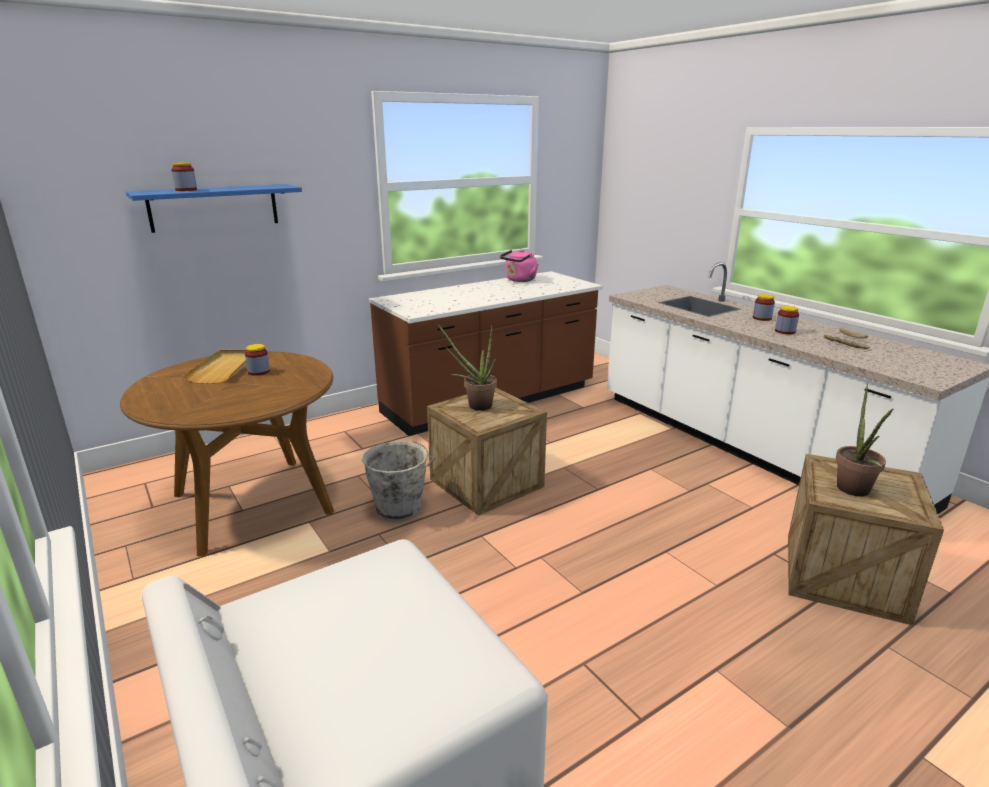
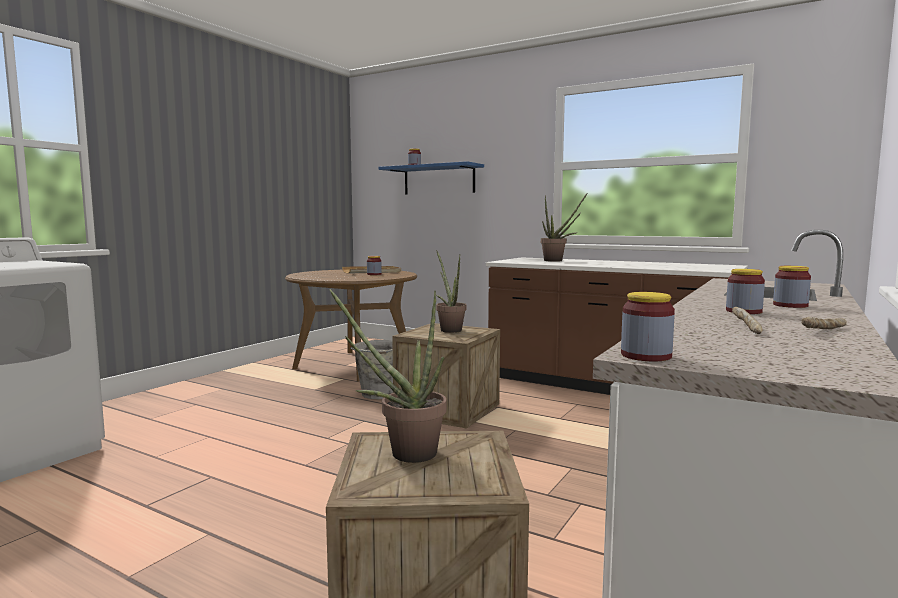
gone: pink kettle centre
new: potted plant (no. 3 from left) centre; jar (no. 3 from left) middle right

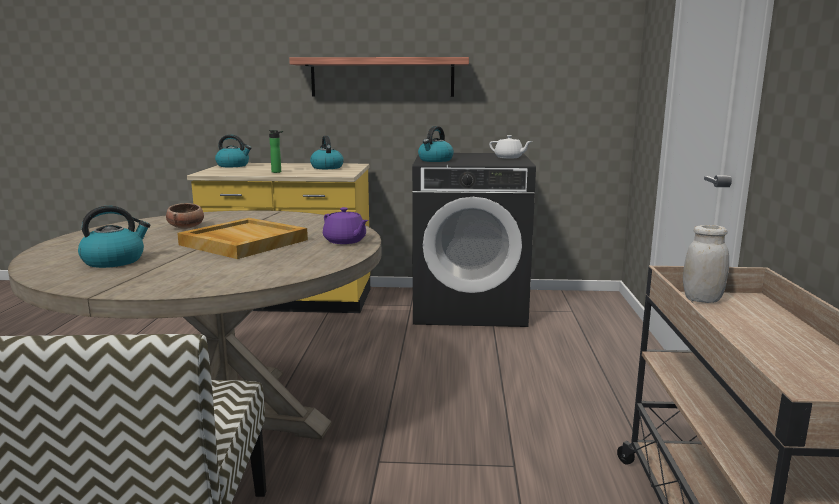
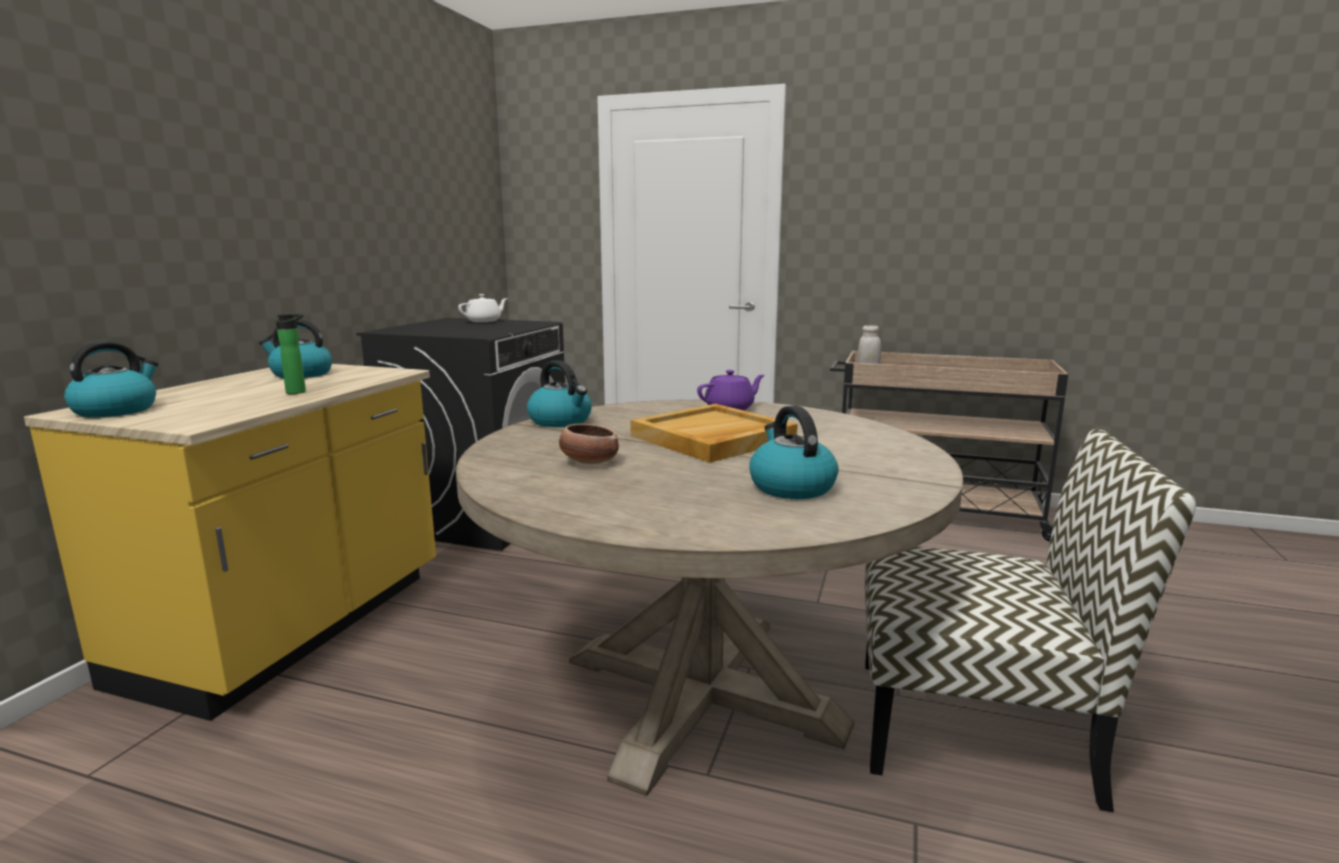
gone: shelf top centre
shifted: kettle (no. 4 from left in the first image) top centre to kettle (no. 3 from left) centre

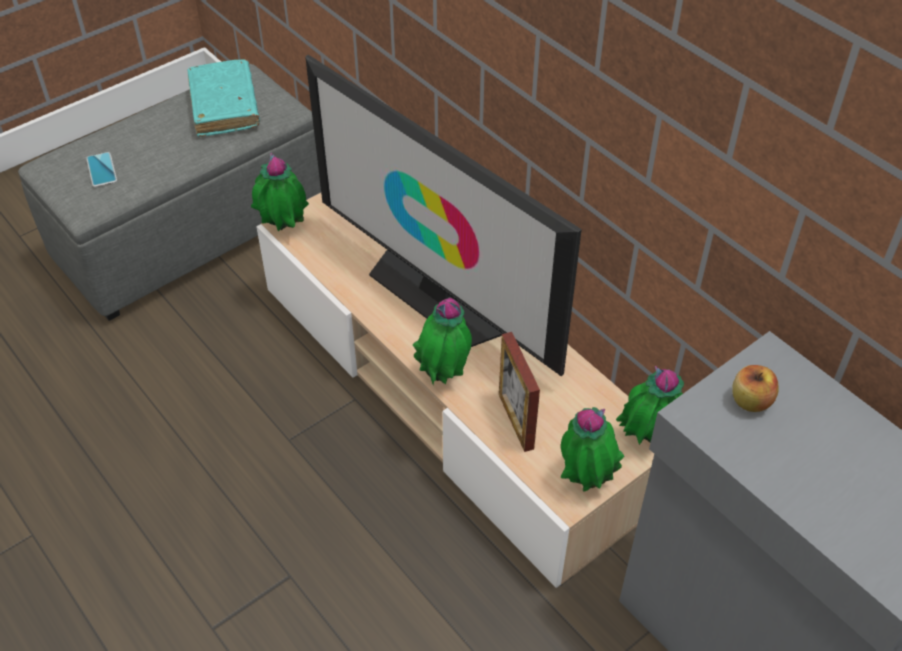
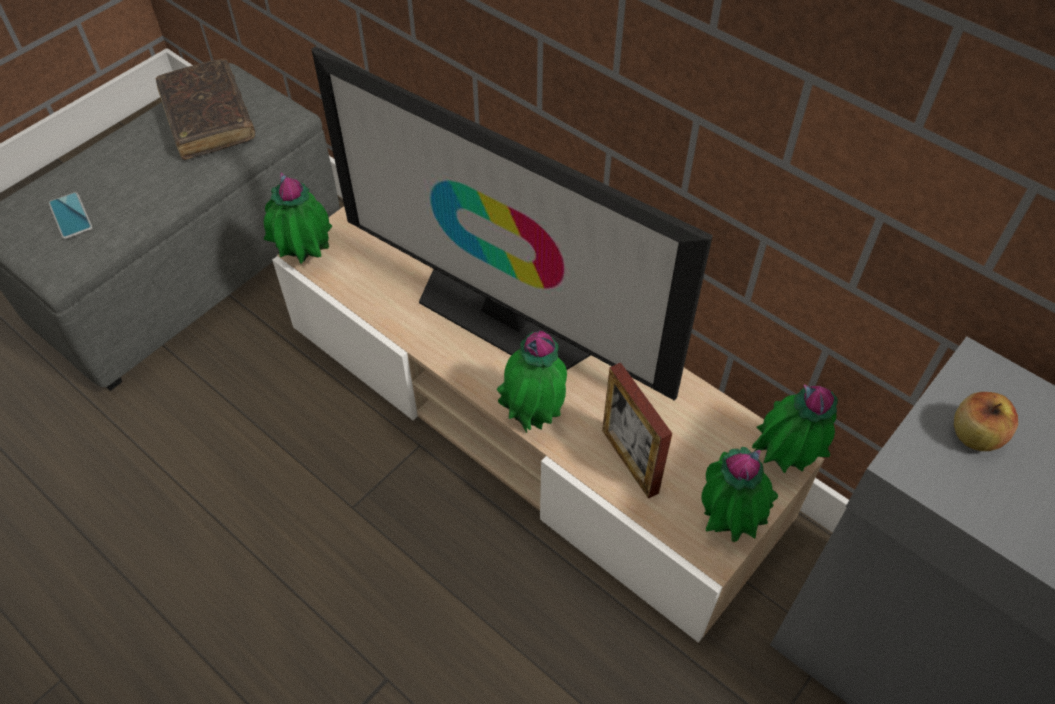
repainted: turquoise book top left to brown book top left

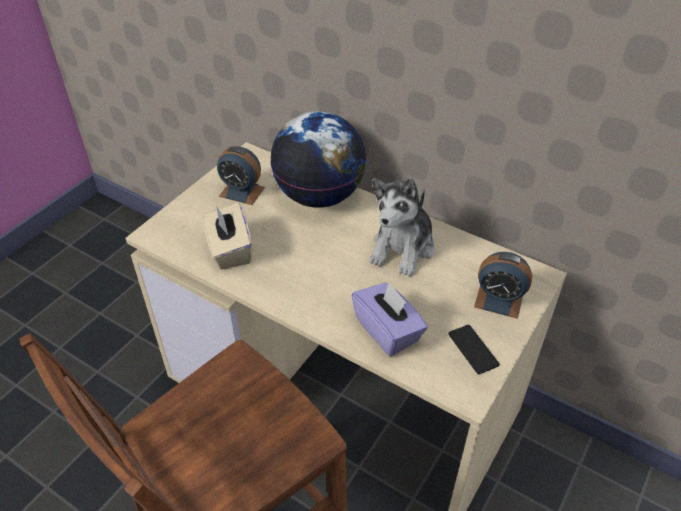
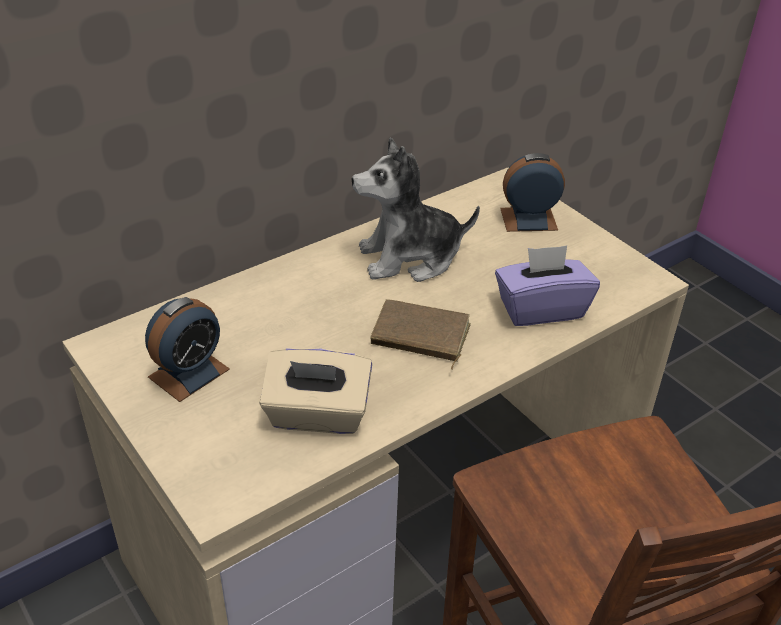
gone: globe top centre; phone bottom right
new: brown book centre
rotated: plush toy centre = centre 120 degrees clockwise; alarm clock (no. 2 from left) middle right = top right 135 degrees counterclockwise

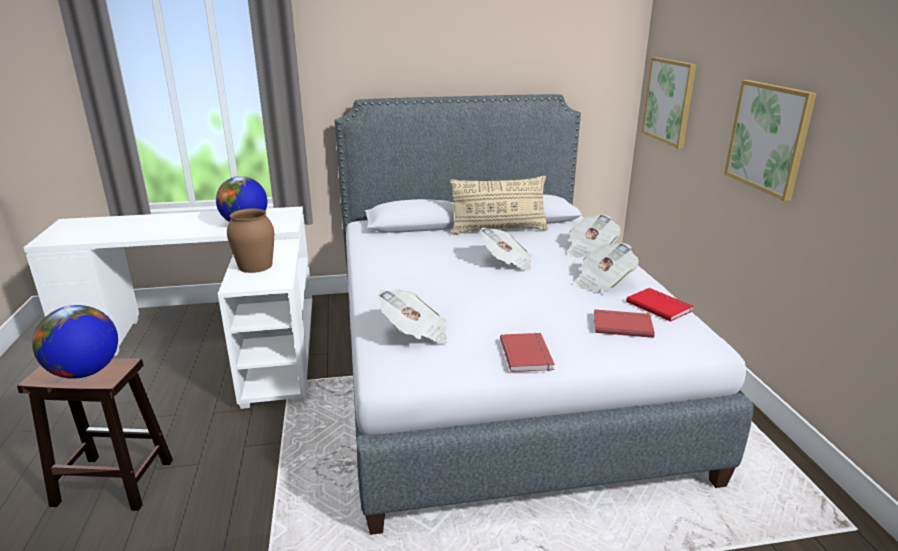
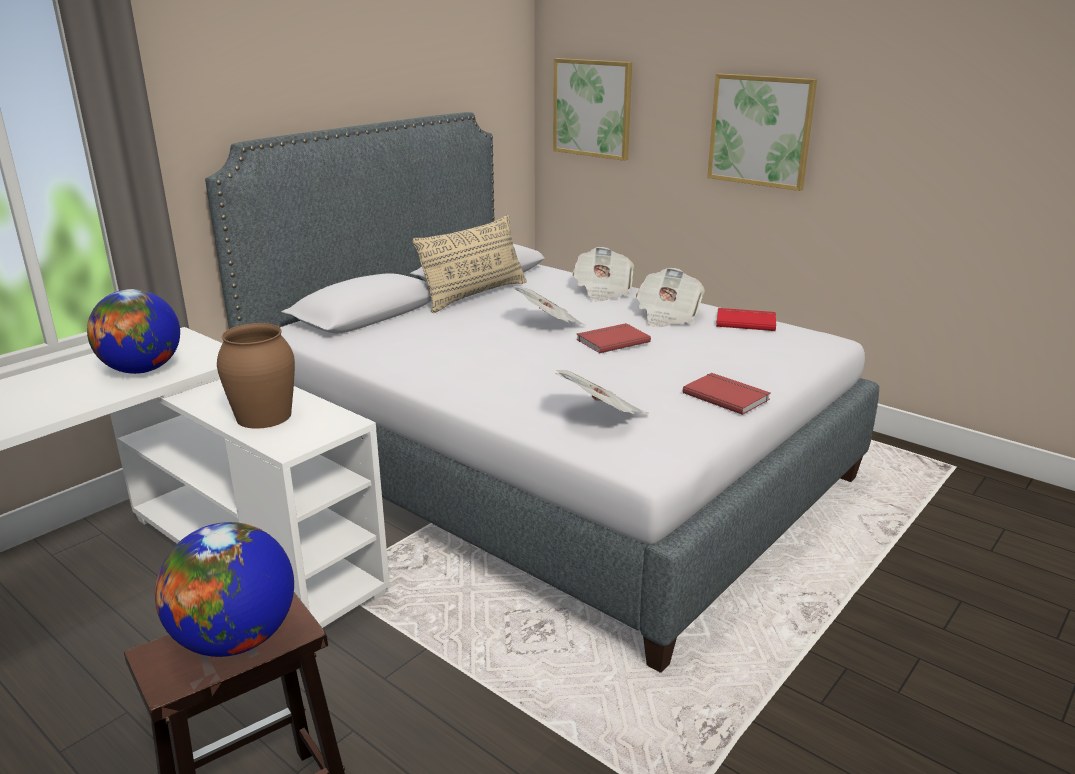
shifted: red book (no. 2 from left in the first image) middle right to red book (no. 1 from left) centre

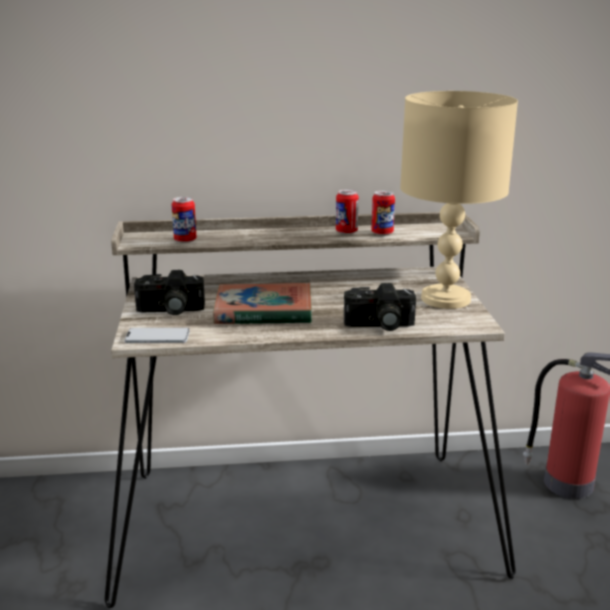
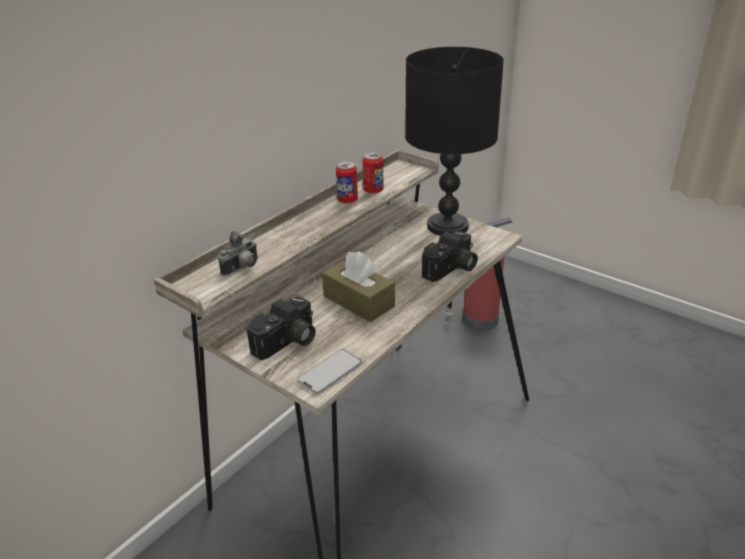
swapped: can (no. 1 from left) middle left to photo camera (no. 1 from left) middle left; book centre to brown tissue box centre
repainted: beige table lamp top right to black table lamp top centre

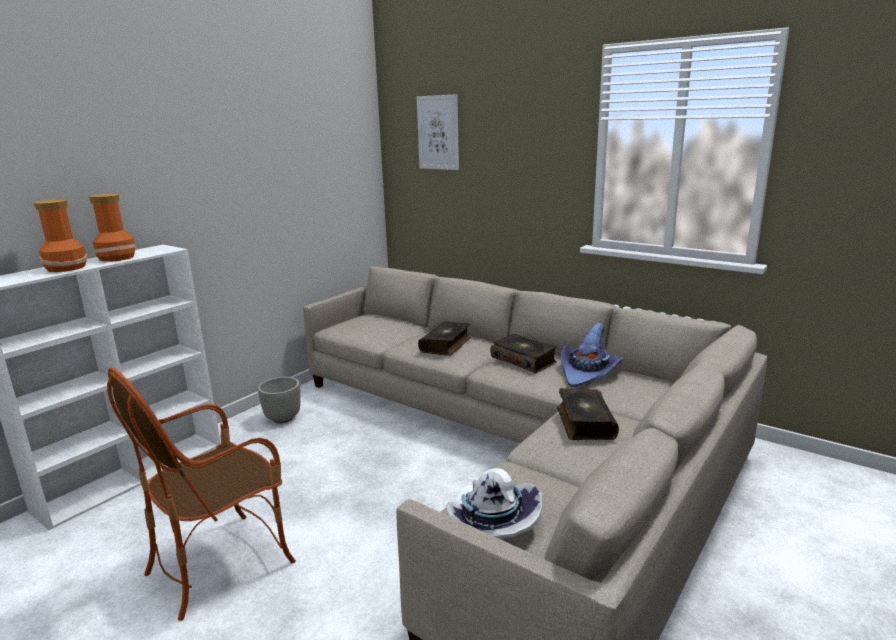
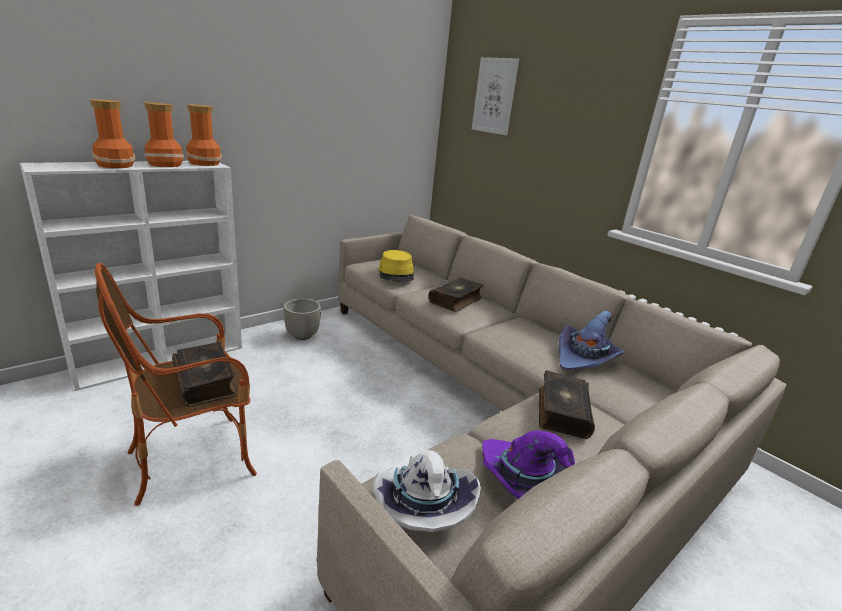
new: vase (no. 3 from left) top left; yellow hat centre; purple hat (no. 1 from left) bottom centre
shifted: book (no. 2 from left in the first image) centre to book (no. 1 from left) middle left

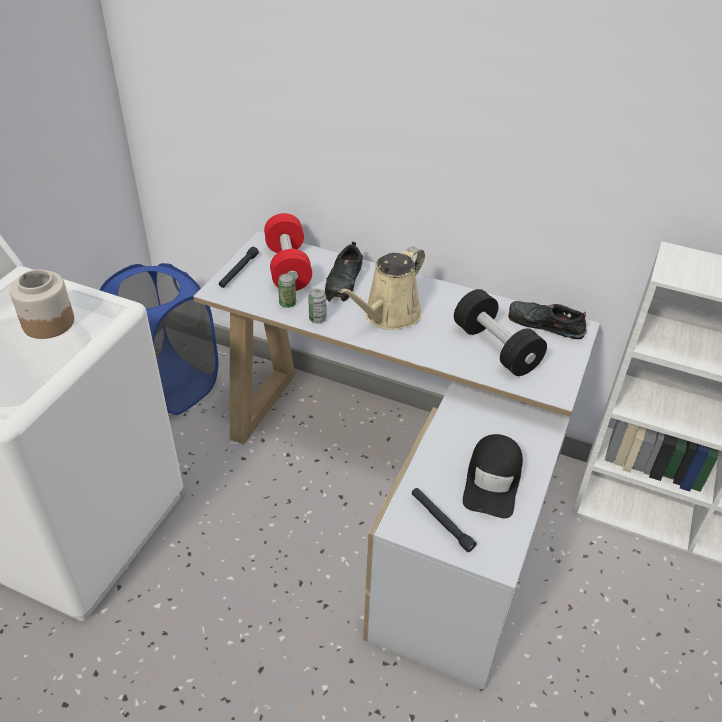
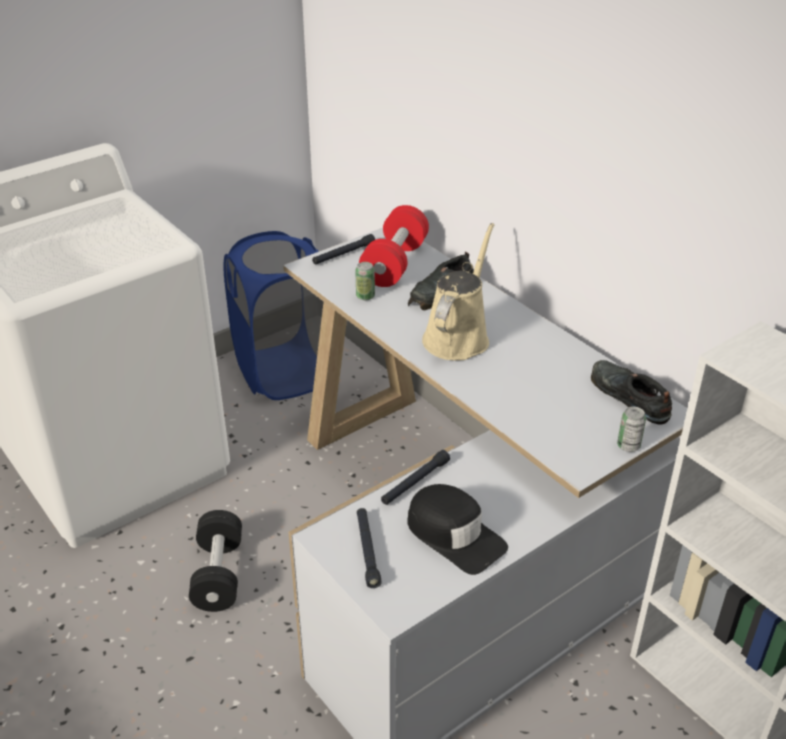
gone: jar middle left
new: black flashlight (no. 3 from left) centre
shifted: black dumbbell middle right to bottom left; can (no. 2 from left) centre to middle right
rotated: black cap middle right = bottom centre 90 degrees counterclockwise; beige watering can centre = centre 135 degrees clockwise

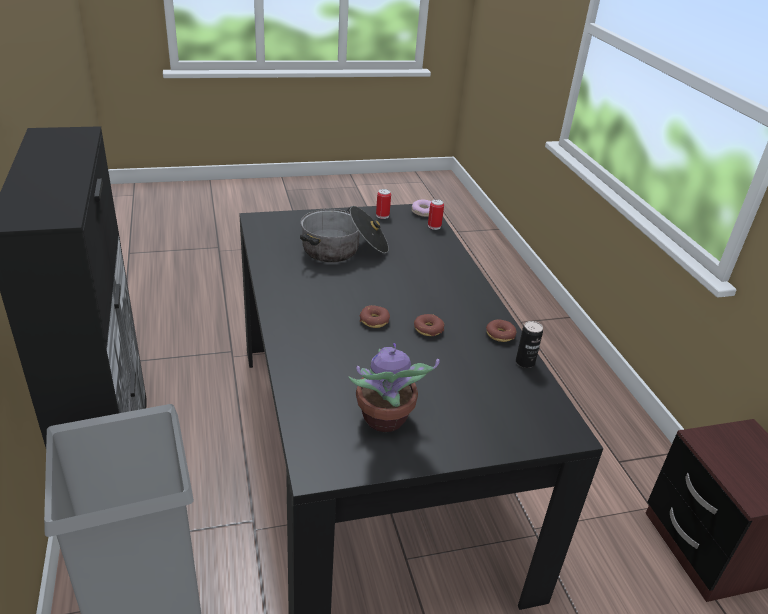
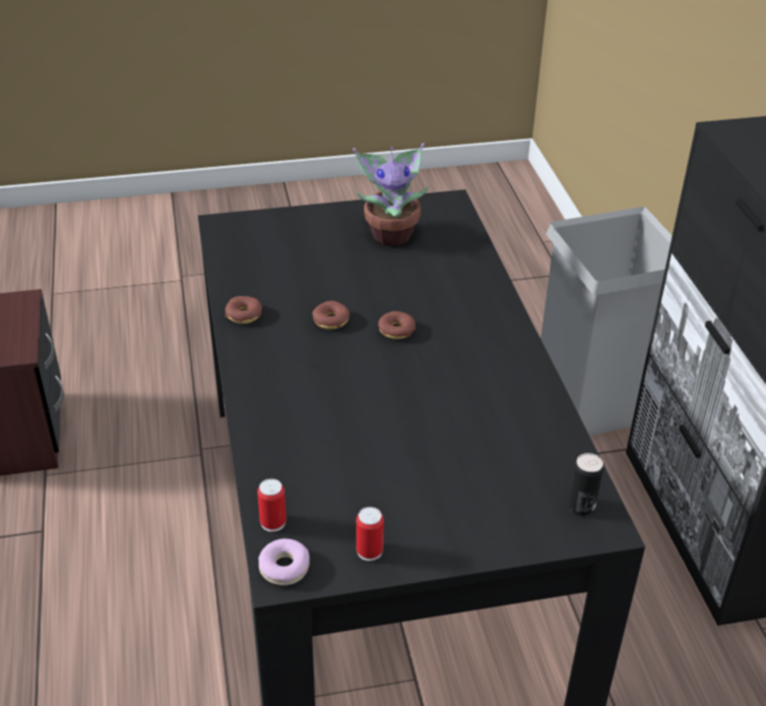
gone: cooking pot centre
shifted: can (no. 3 from left) middle right to bottom right

